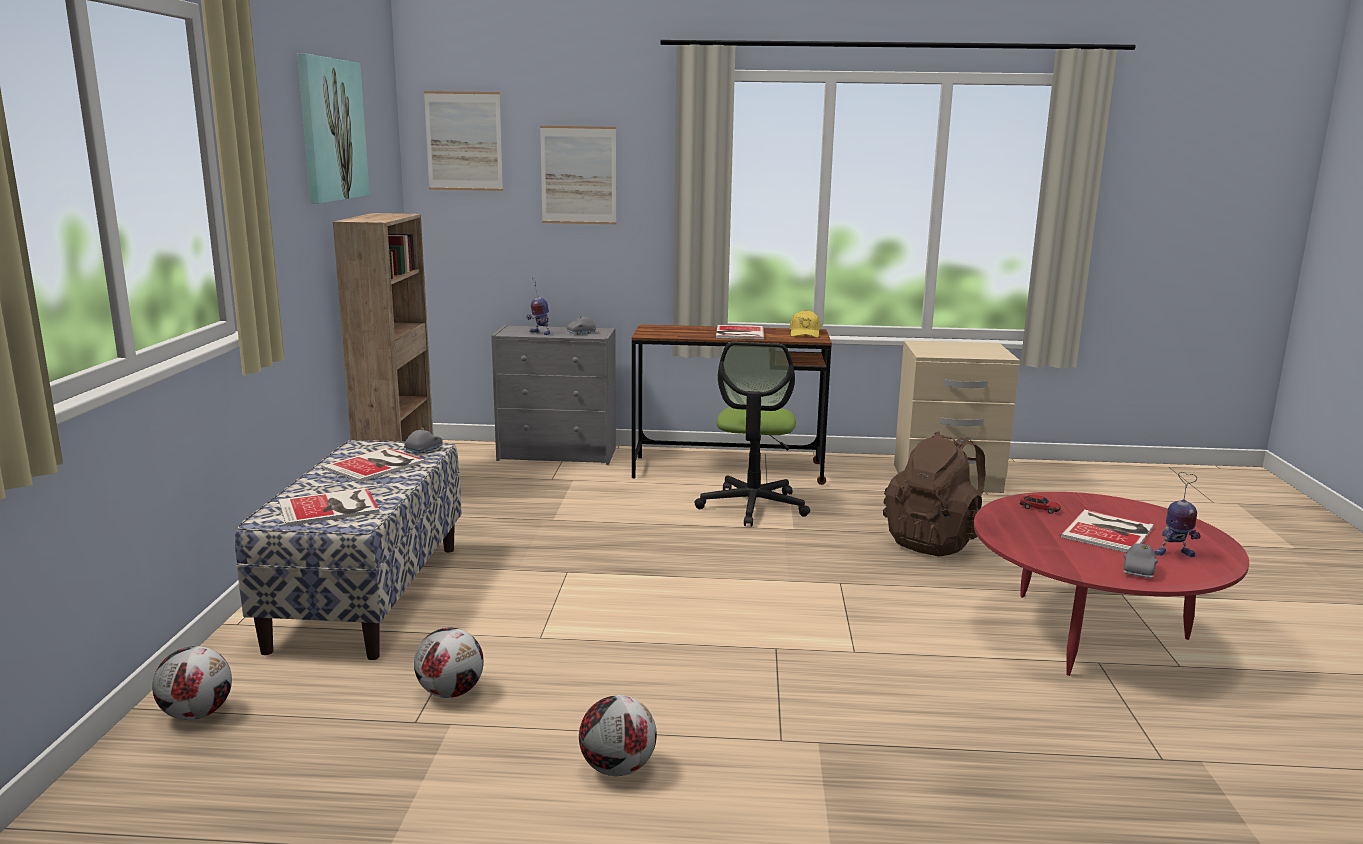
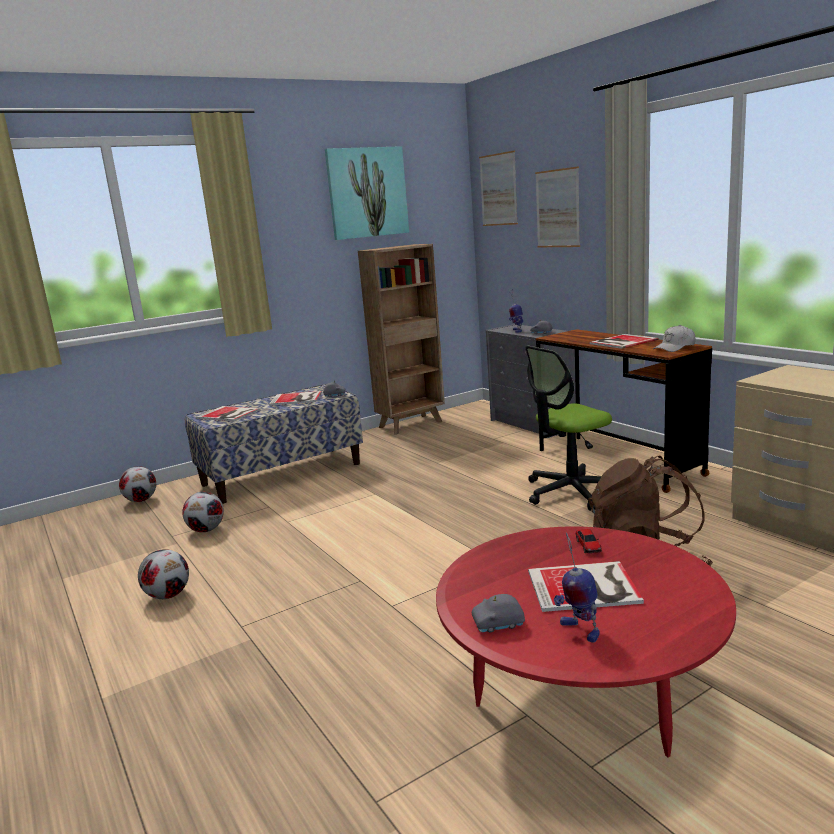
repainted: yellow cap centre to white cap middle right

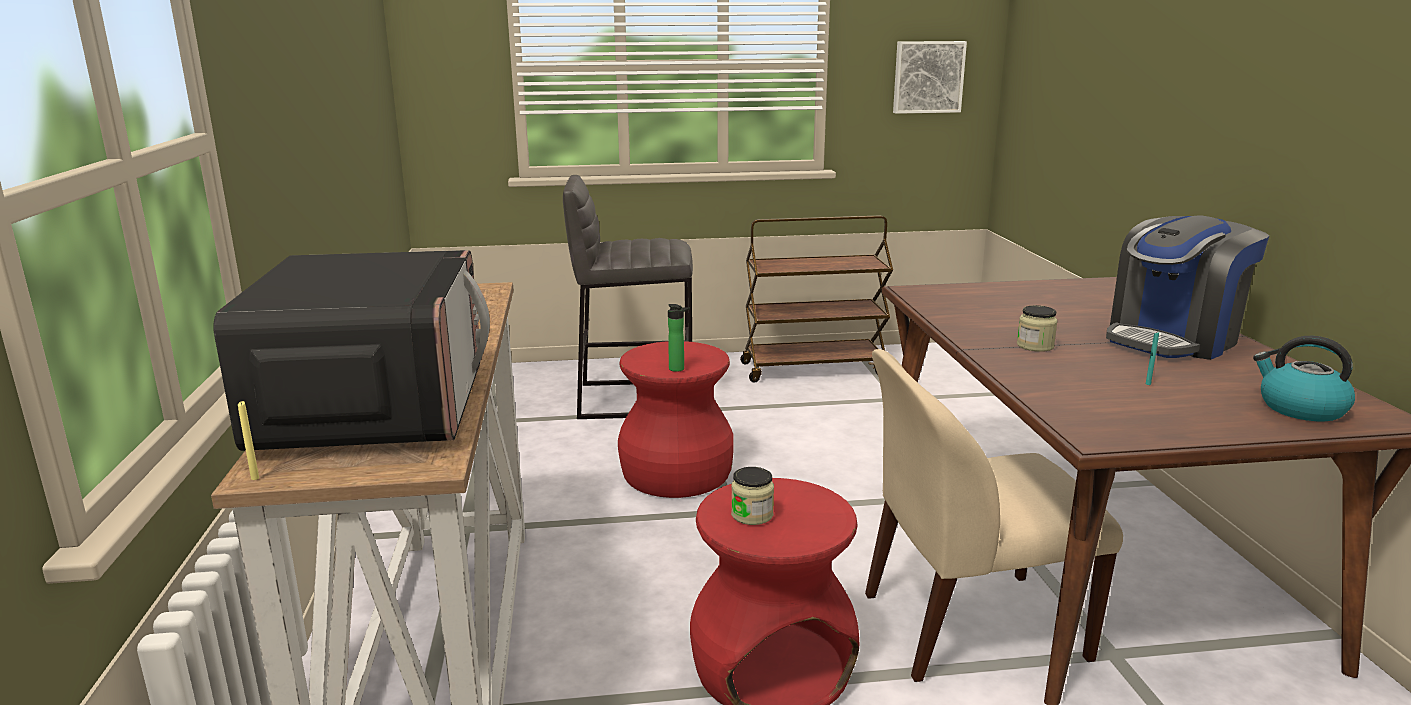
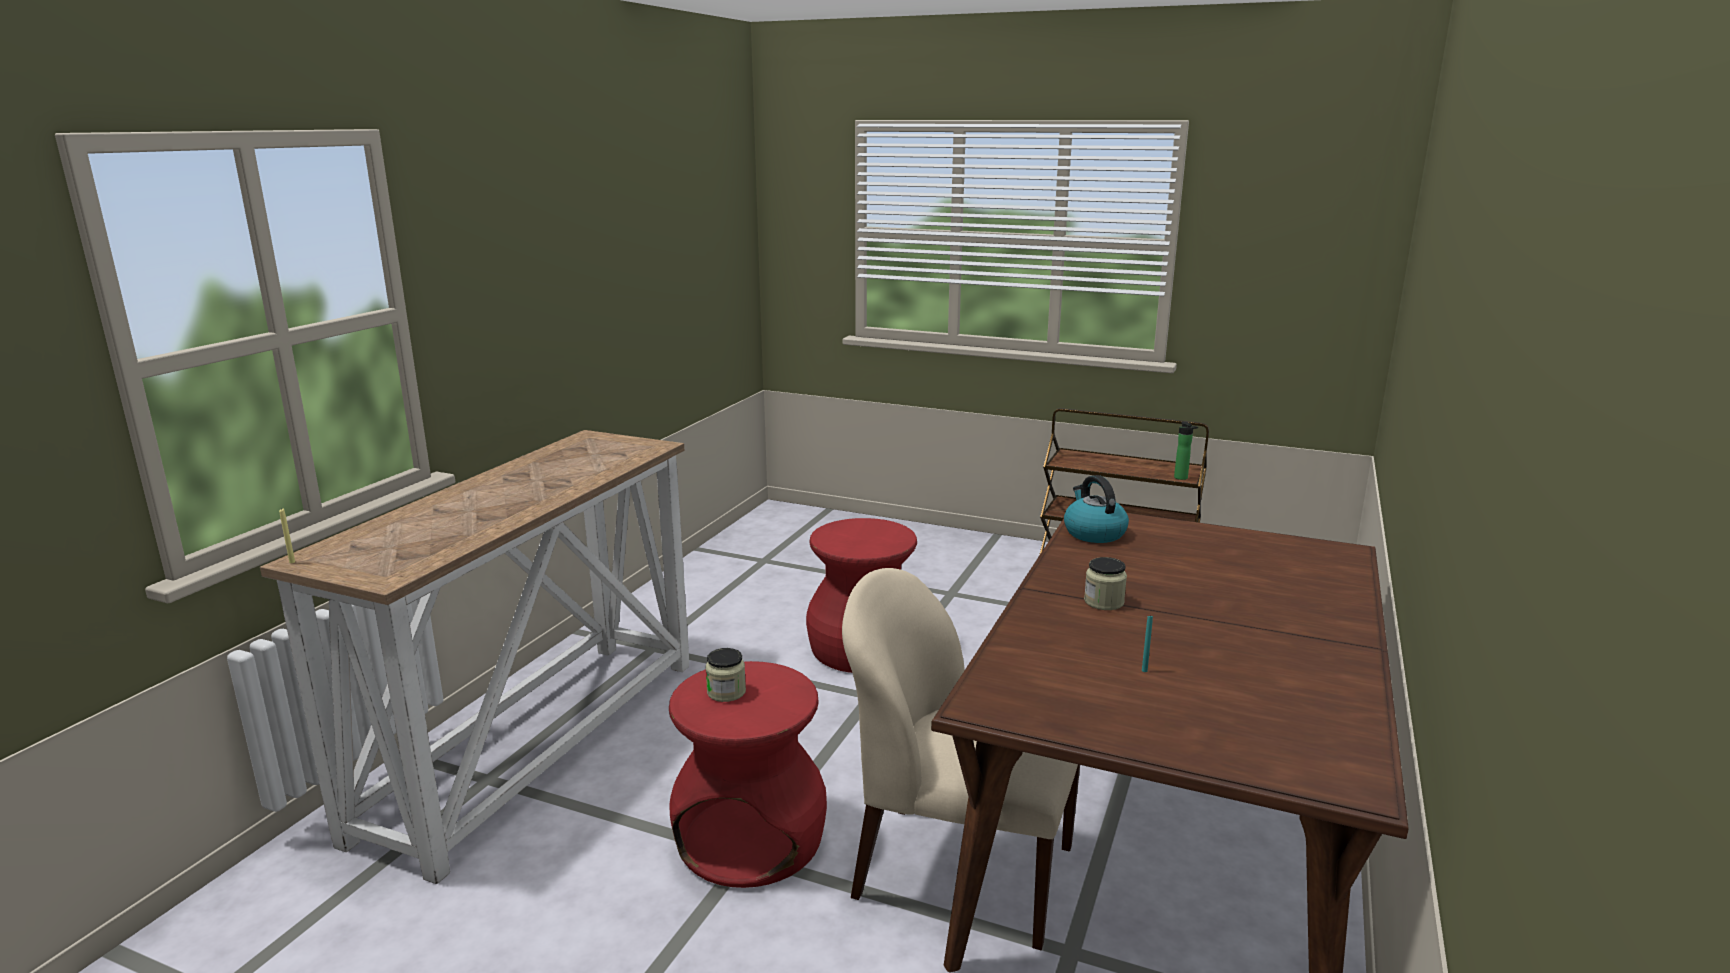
gone: microwave middle left; grey stool centre; picture top centre; coffee machine middle right
shifted: kettle middle right to centre; bottle centre to middle right

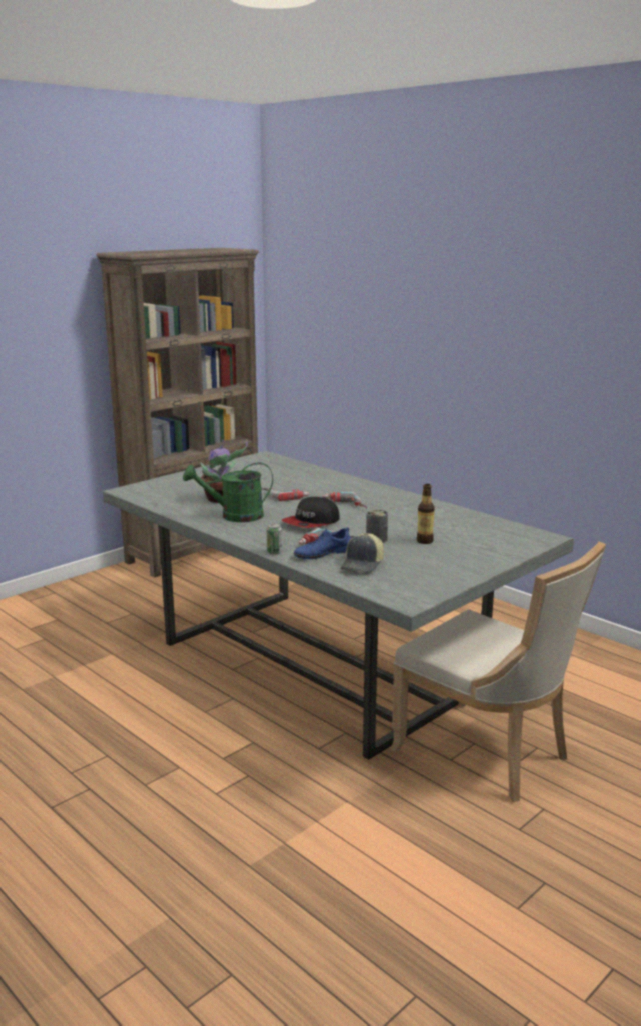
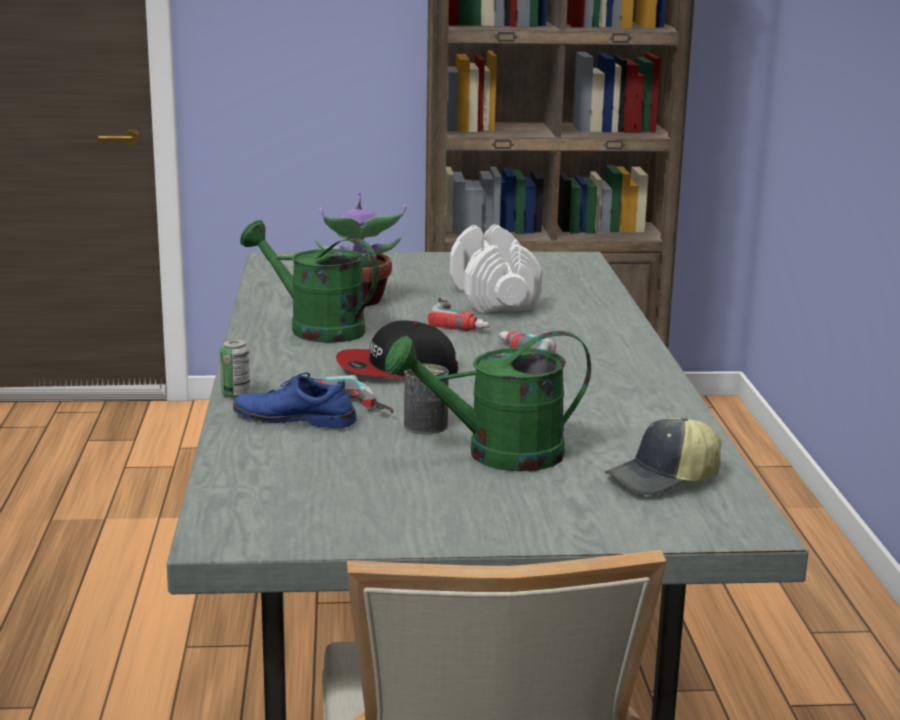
new: white dumbbell centre
shifted: cap (no. 2 from left) centre to middle right
swapped: bottle centre to green watering can (no. 2 from left) centre

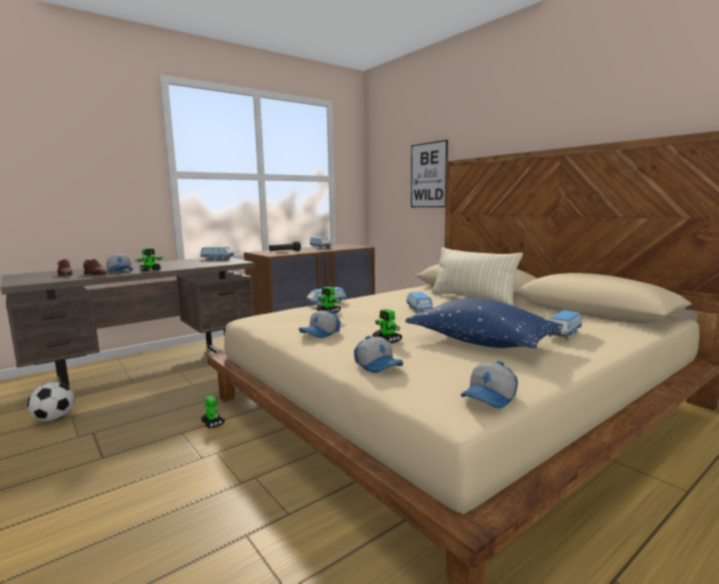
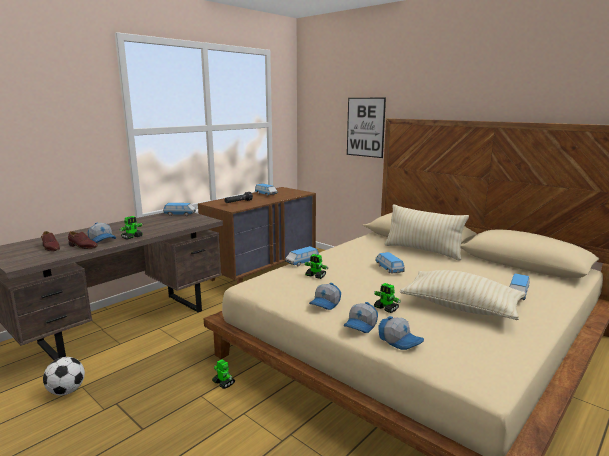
shifted: cap (no. 4 from left in the first image) middle right to cap (no. 3 from left) bottom centre
repainted: blue pillow middle right to beige pillow (no. 2 from left) middle right

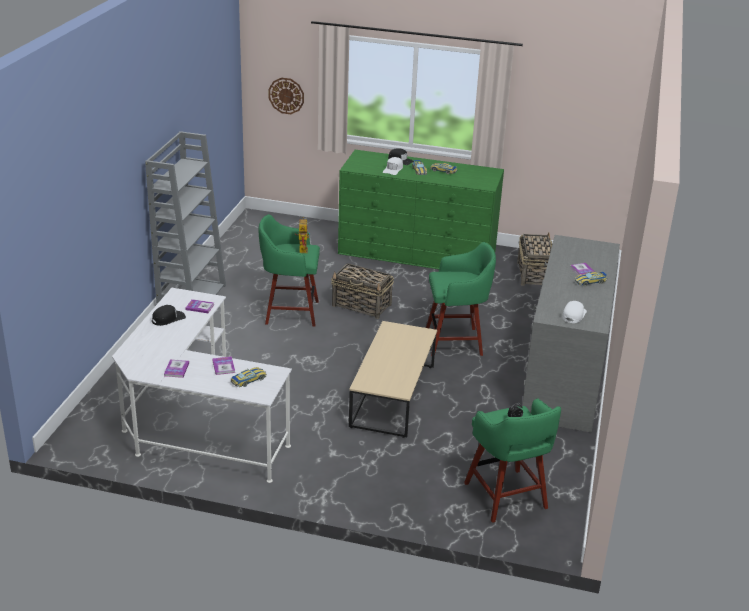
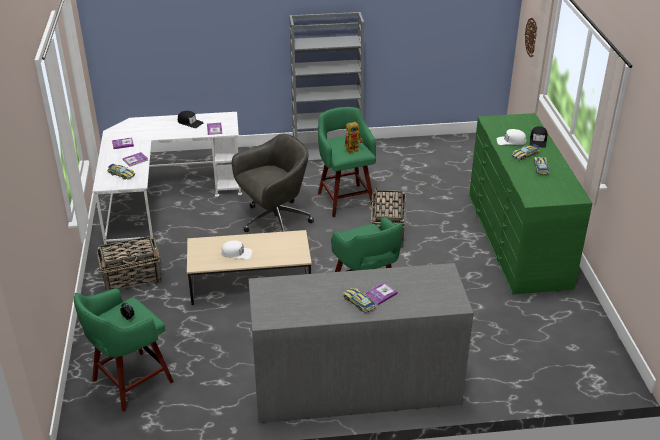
new: grey office chair centre
shifted: basket (no. 2 from left in the first image) middle right to basket (no. 1 from left) middle left; white cap (no. 2 from left in the first image) middle right to white cap (no. 1 from left) centre

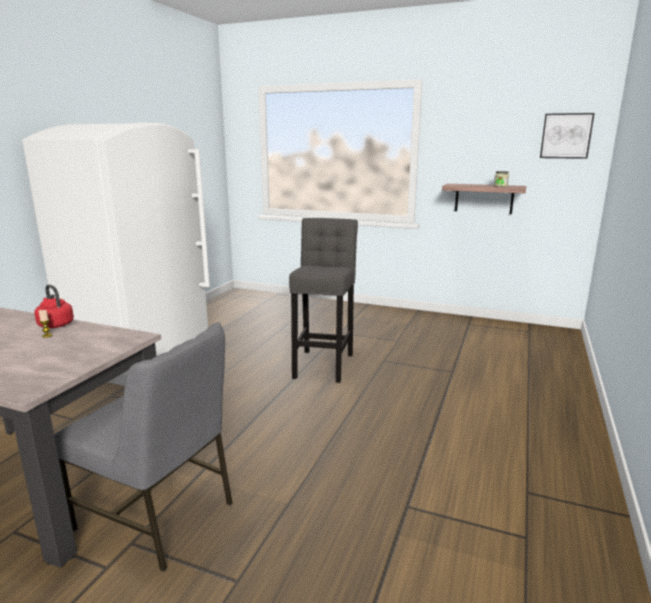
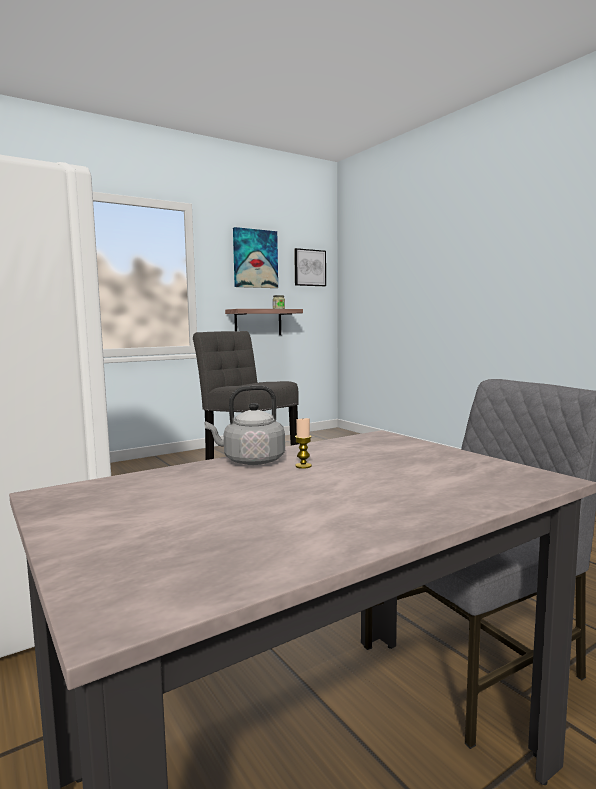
new: picture (no. 1 from left) top centre
repainted: red kettle middle left to grey kettle centre

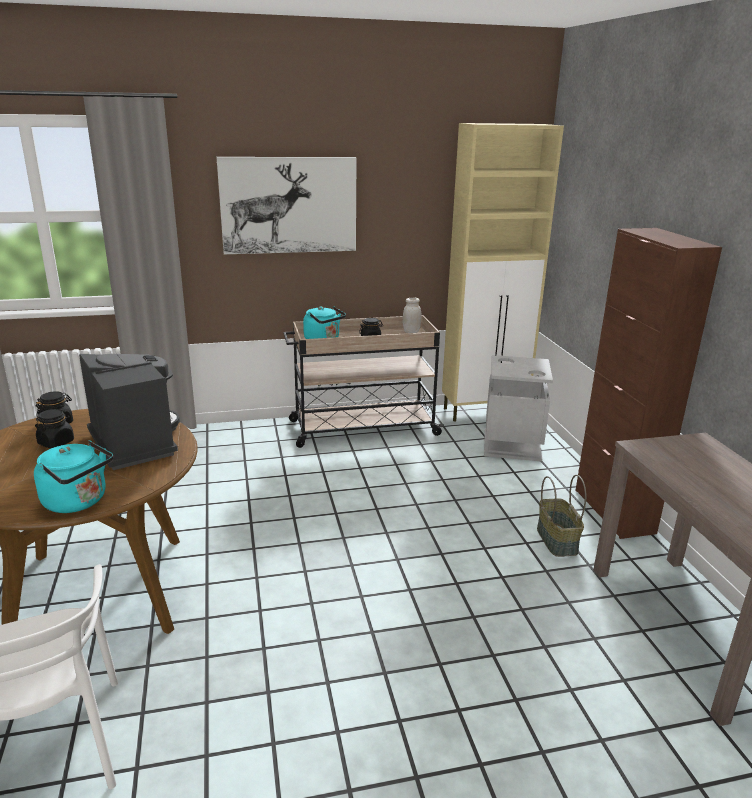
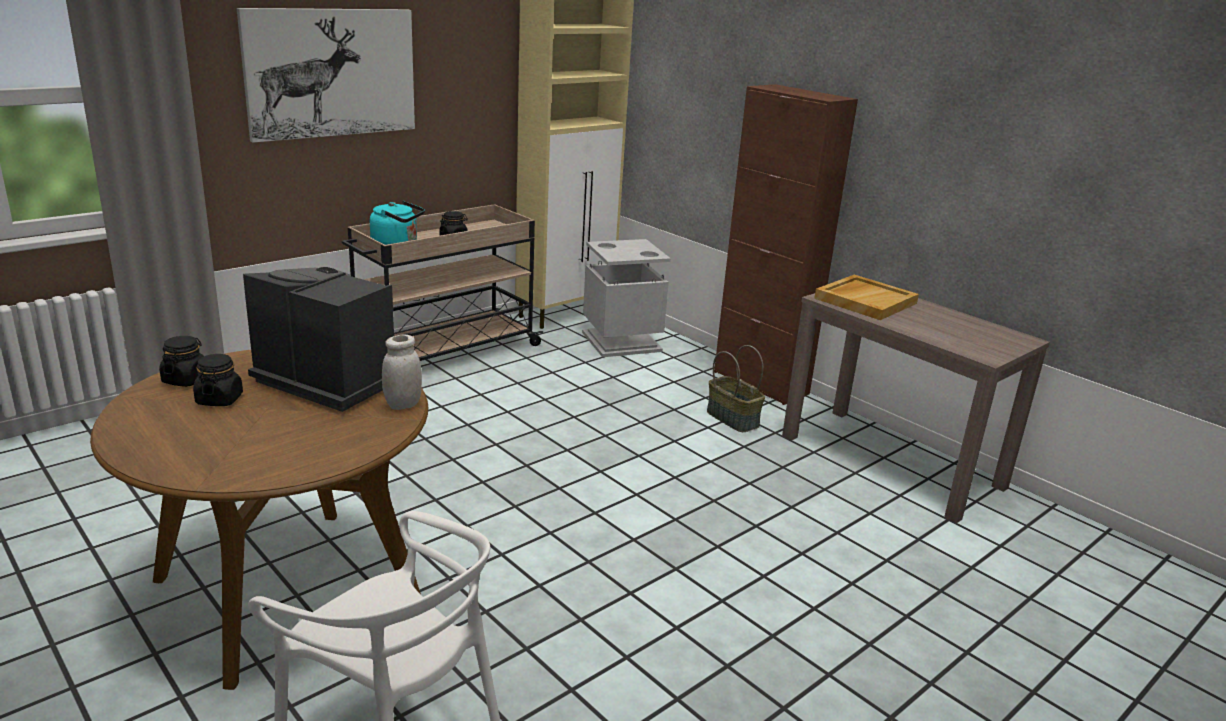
gone: turquoise kettle (no. 1 from left) middle left
new: beige tray middle right
shifted: white jar centre to middle left

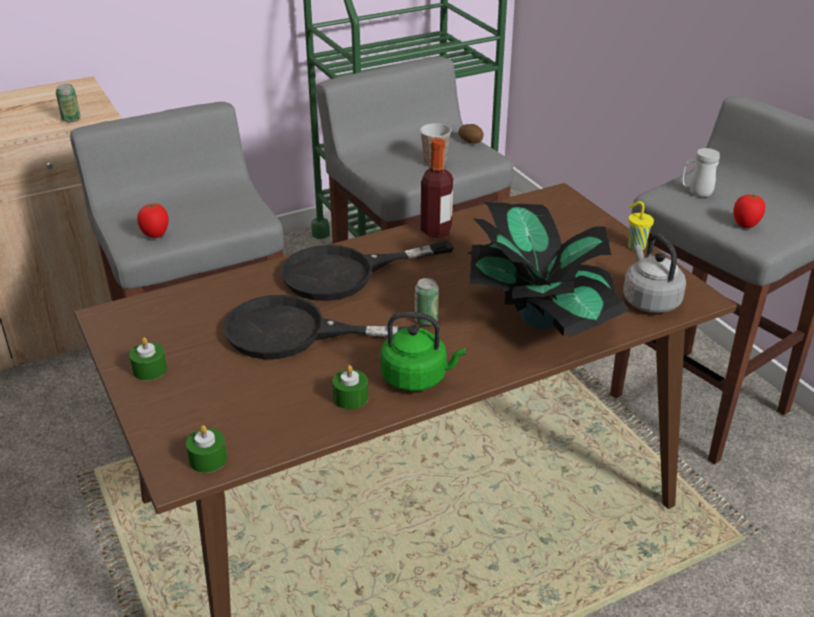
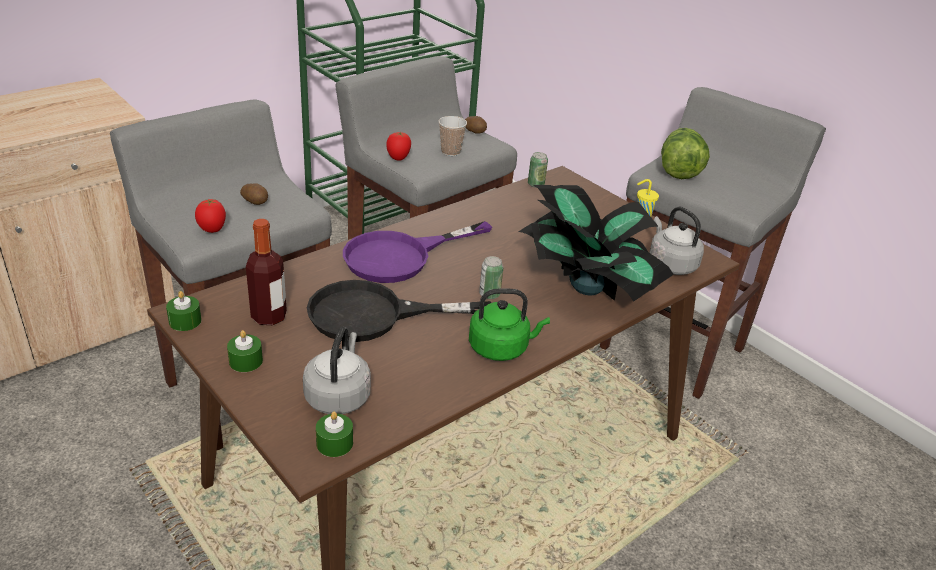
new: potato (no. 1 from left) middle left; grey kettle (no. 1 from left) centre
shifted: green candle (no. 3 from left in the first image) centre to green candle (no. 1 from left) middle left; bottle top centre to middle left; tomato (no. 2 from left) middle right to top centre; can (no. 1 from left in the first image) top left to can (no. 2 from left) top centre
swapped: white mug top right to lettuce top right
repainted: black frying pan (no. 2 from left) centre to purple frying pan centre

